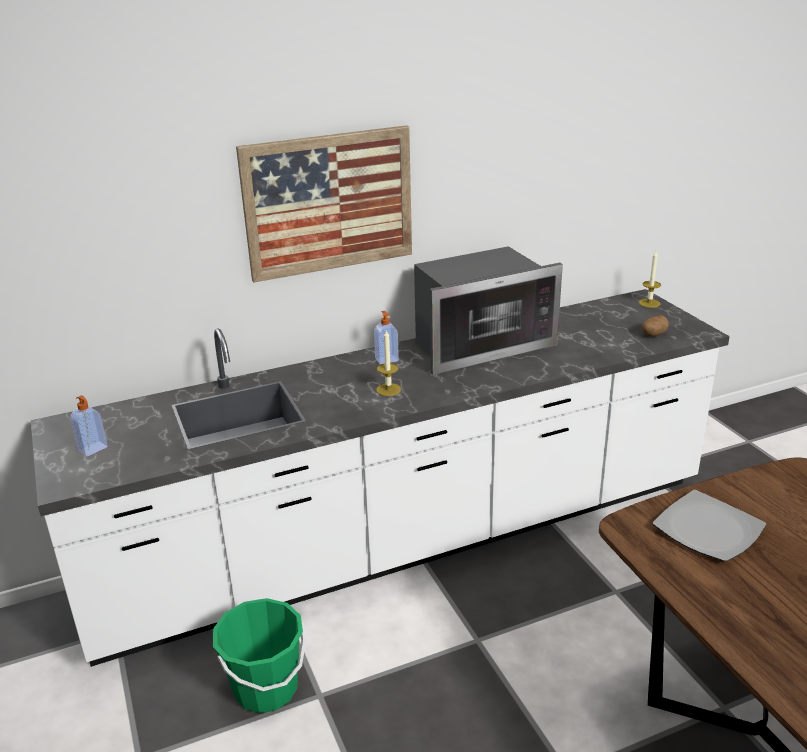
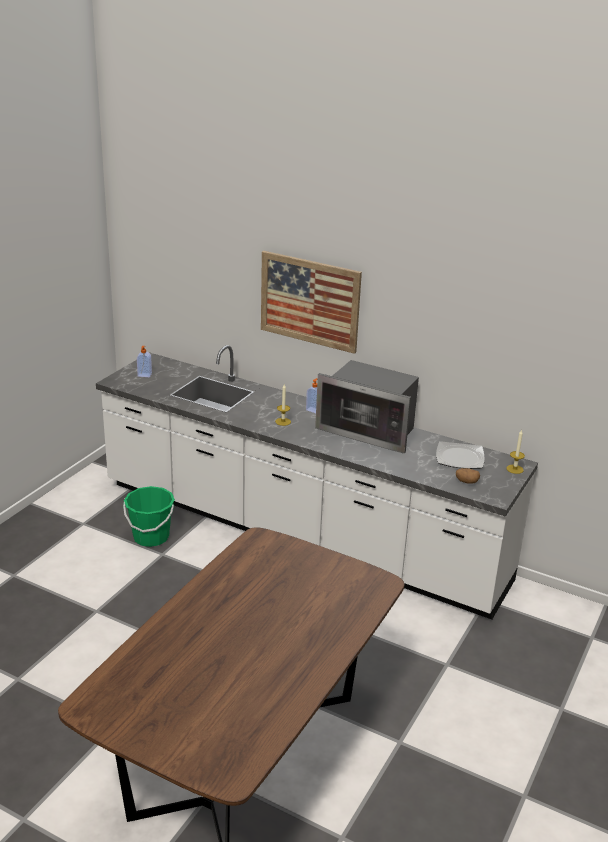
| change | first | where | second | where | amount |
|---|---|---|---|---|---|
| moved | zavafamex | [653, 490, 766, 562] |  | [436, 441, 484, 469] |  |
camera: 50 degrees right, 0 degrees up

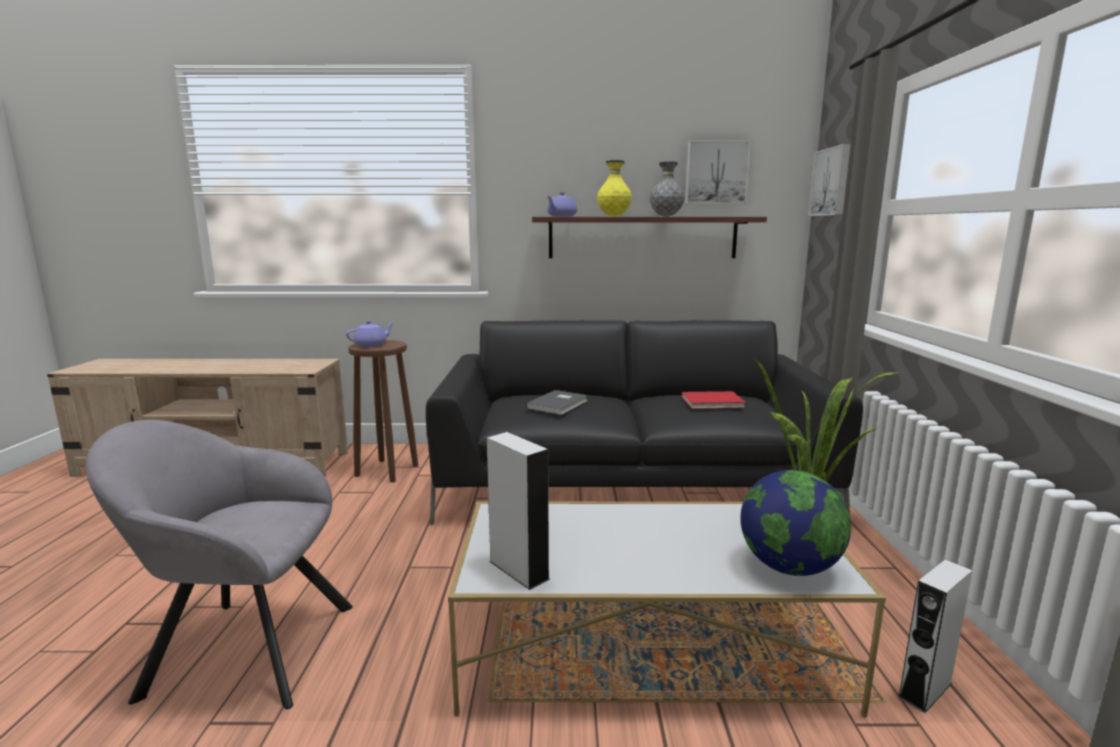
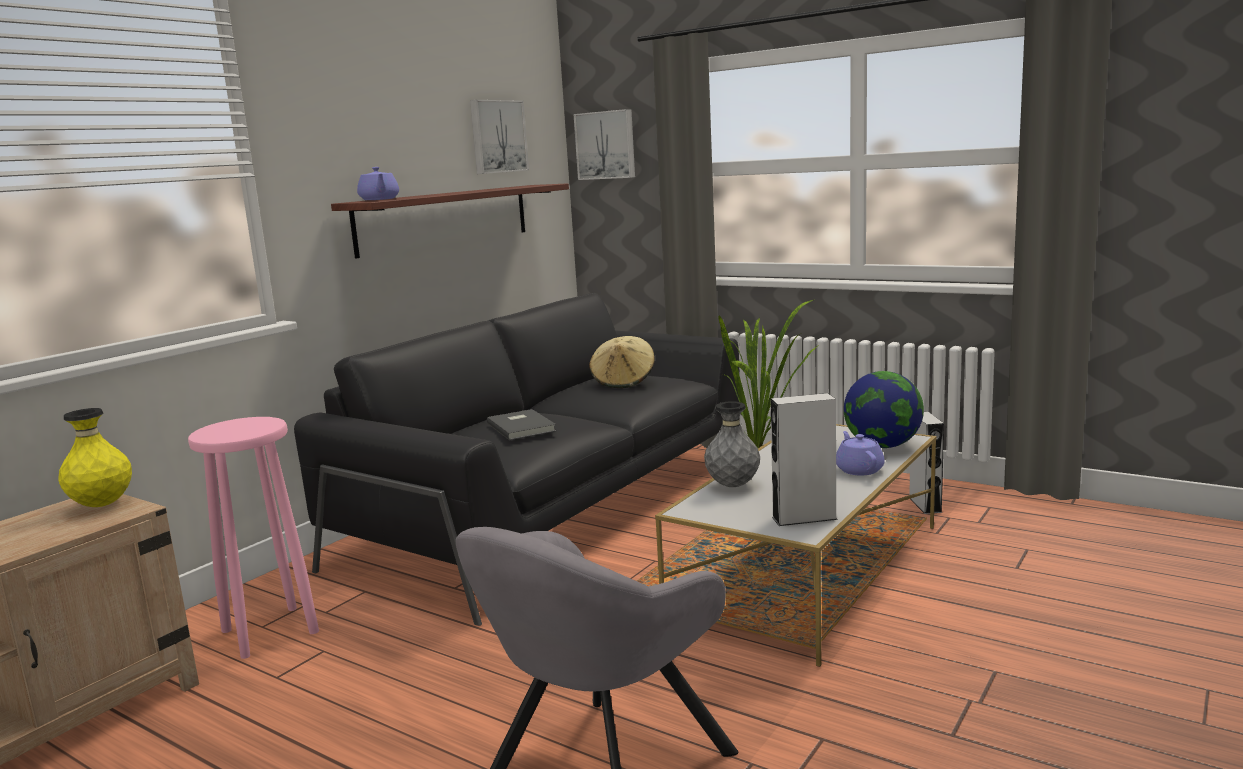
| change | first | where | second | where | amount |
|---|---|---|---|---|---|
| moved | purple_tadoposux | [346, 320, 394, 347] |  | [836, 431, 885, 475] |  |
| recoloured | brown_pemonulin | [348, 340, 418, 482] | pink_pemonulin | [188, 417, 319, 659] |  |
| moved | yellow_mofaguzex | [597, 160, 632, 217] |  | [58, 408, 132, 507] |  |
| moved | grey_mofaguzex | [650, 162, 684, 217] |  | [704, 401, 760, 487] |  |
| replaced | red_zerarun | [681, 391, 746, 409] | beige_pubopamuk | [589, 336, 655, 388] |  |
camera: 55 degrees left, 0 degrees up

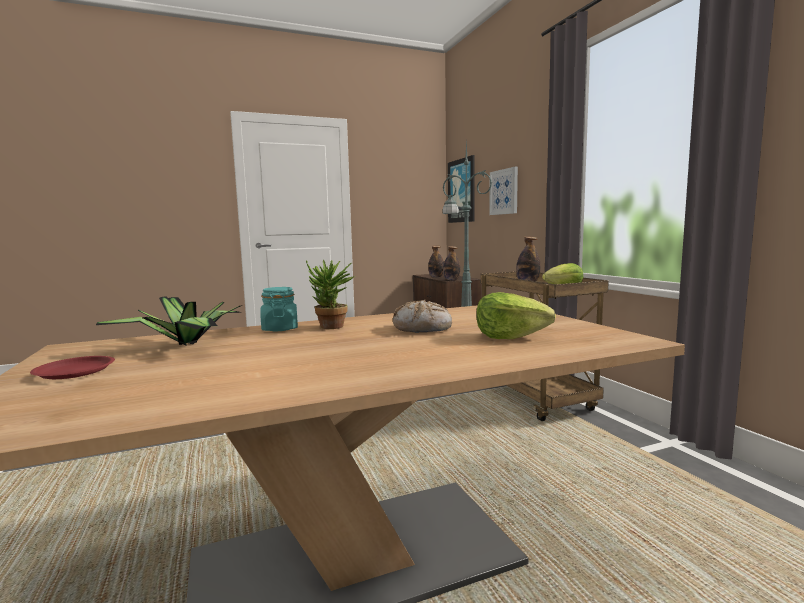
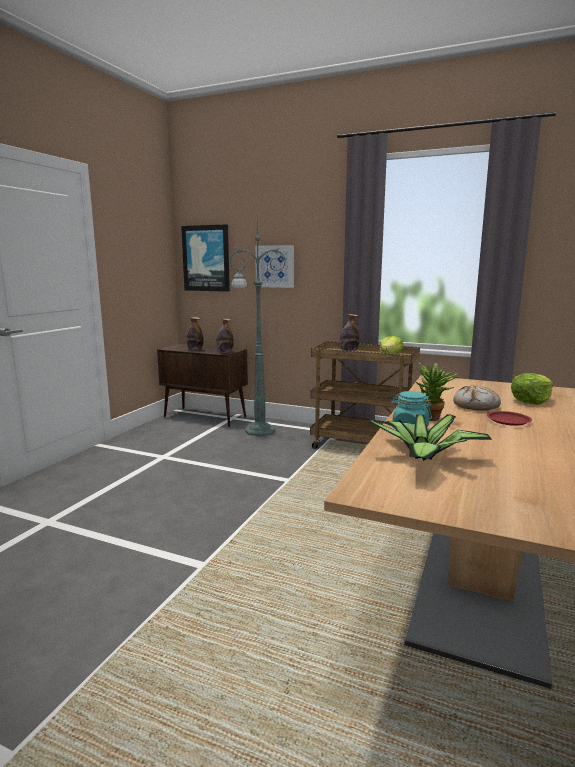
| change | first | where | second | where | amount |
|---|---|---|---|---|---|
| moved | red_zavafamex | [30, 356, 115, 379] |  | [487, 411, 532, 426] |  |
camera: 45 degrees left, 5 degrees up

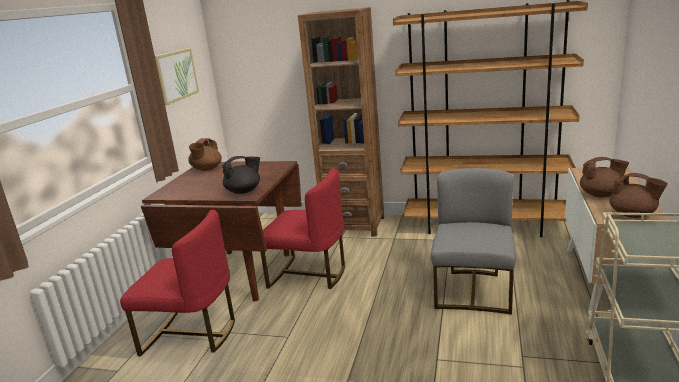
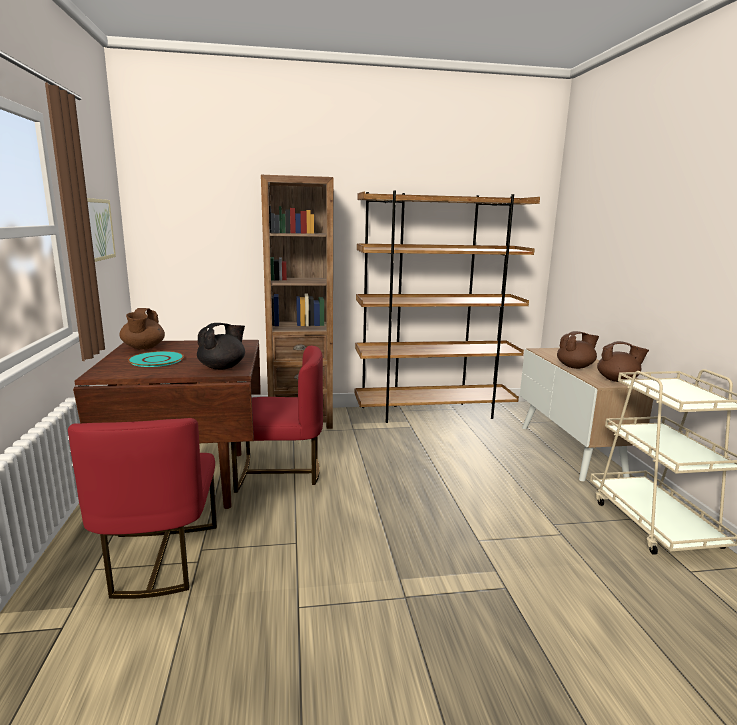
| change | first | where | second | where | amount |
|---|---|---|---|---|---|
| turned | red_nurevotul | [120, 210, 235, 357] |  | [68, 418, 217, 599] | 90 degrees clockwise |
| removed | grey_nurevotul | [431, 168, 516, 315] |  |  |  |
| added |  |  | turquoise_zavafamex | [128, 351, 184, 367] |  |
camera: 25 degrees left, 5 degrees down

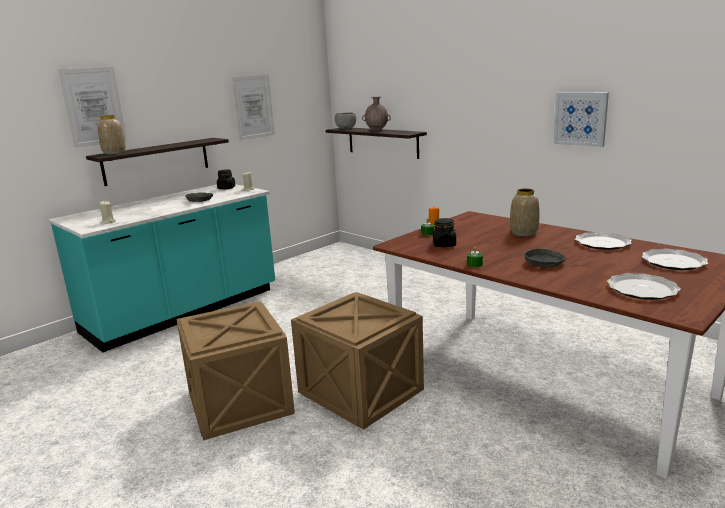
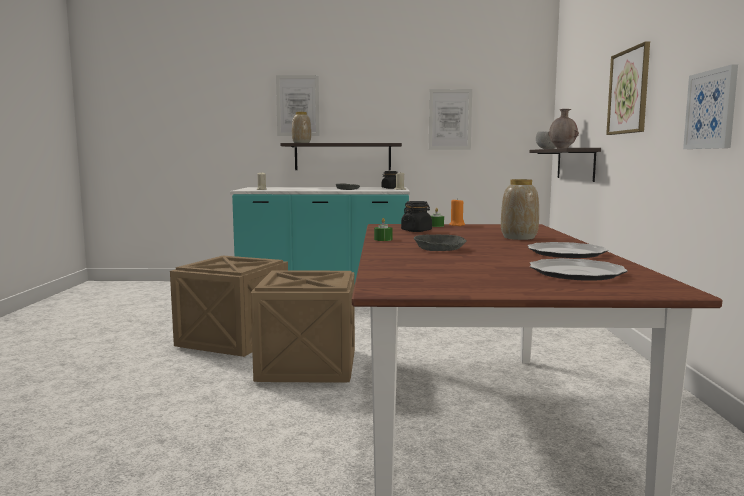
| change | first | where | second | where | amount |
|---|---|---|---|---|---|
| removed | zavafamex | [607, 273, 681, 300] |  |  |  |
| added |  |  | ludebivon | [606, 41, 650, 135] |  |
camera: 45 degrees right, 10 degrees down

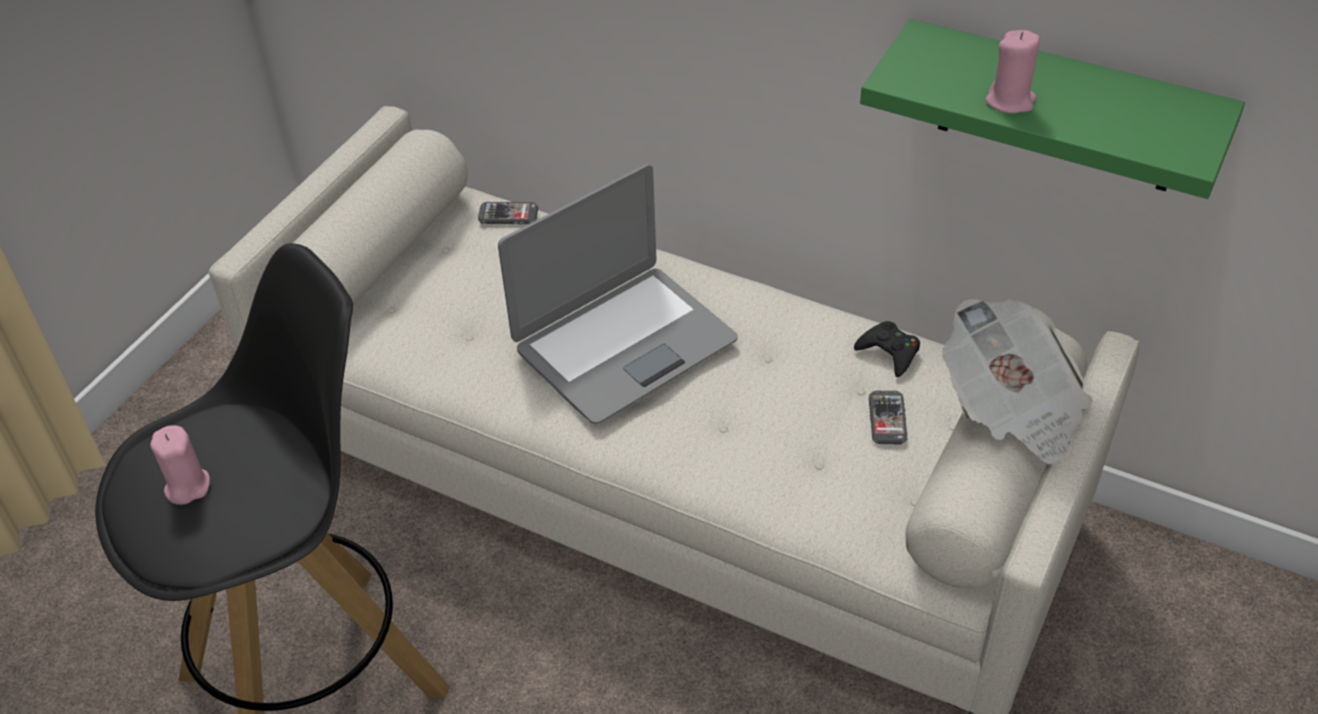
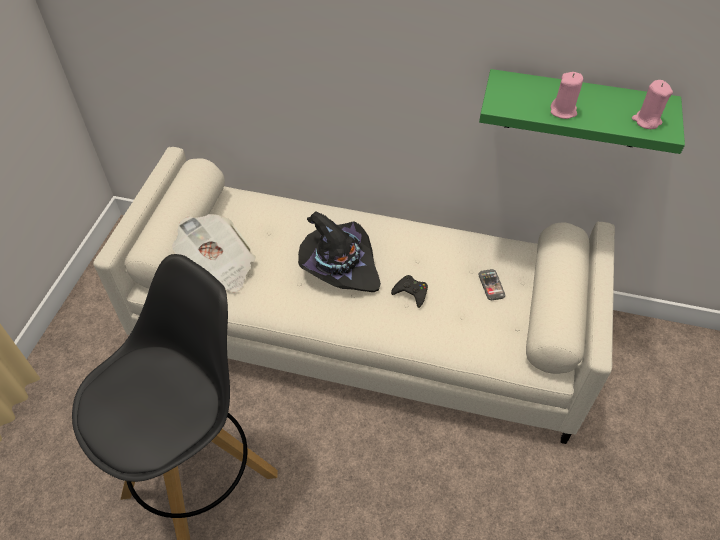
| change | first | where | second | where | amount |
|---|---|---|---|---|---|
| moved | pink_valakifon | [150, 425, 210, 505] |  | [632, 80, 673, 129] |  |
| removed | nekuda | [478, 202, 538, 224] |  |  |  |
| replaced | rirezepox | [498, 164, 738, 424] | black_pubopamuk | [298, 211, 381, 292] |  |
| moved | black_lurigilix | [854, 321, 920, 377] |  | [391, 275, 428, 308] |  |
| moved | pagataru | [942, 298, 1093, 465] |  | [172, 214, 256, 292] |  |
camera: 15 degrees left, 5 degrees up

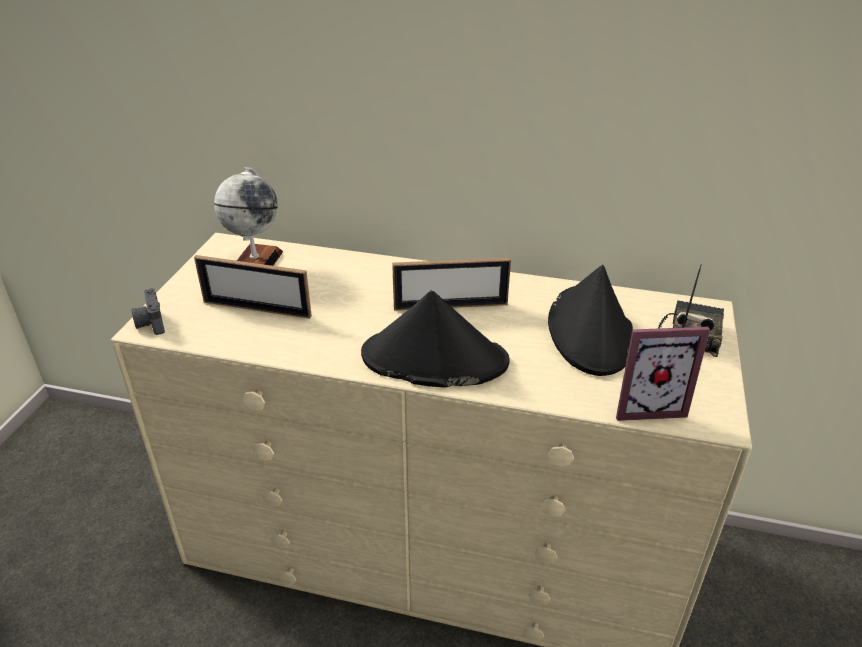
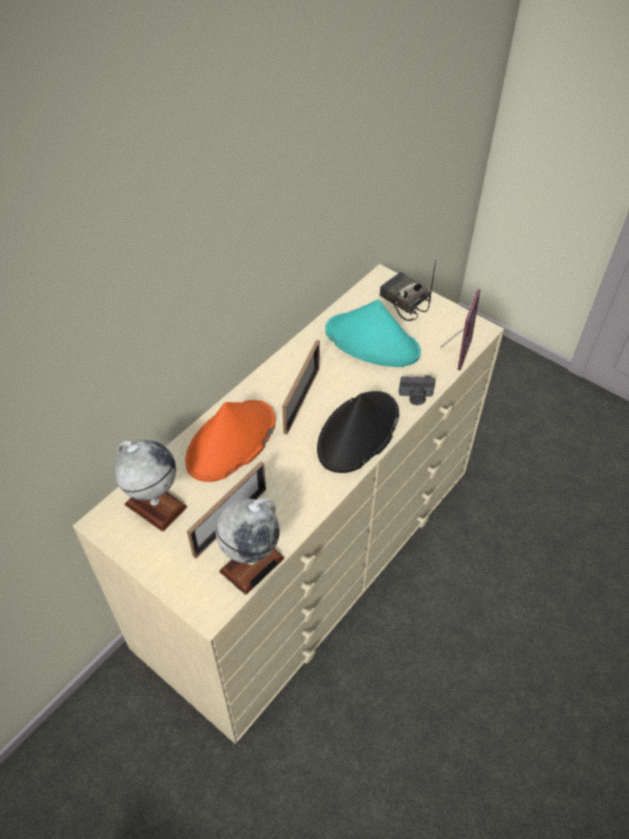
| change | first | where | second | where | amount |
|---|---|---|---|---|---|
| moved | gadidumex | [131, 288, 165, 335] |  | [399, 375, 435, 405] |  |
| recoloured | black_pubopamuk | [548, 265, 633, 376] | turquoise_pubopamuk | [325, 299, 421, 367] |  |
| added |  |  | orange_pubopamuk | [185, 400, 275, 482] |  |
| added |  |  | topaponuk | [215, 498, 285, 595] |  |
camera: 65 degrees left, 15 degrees up

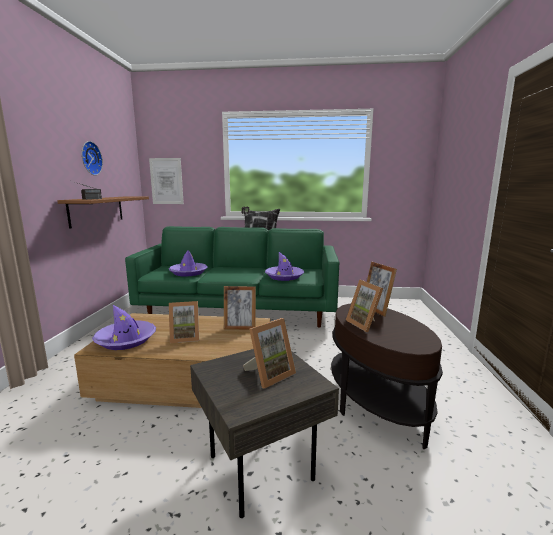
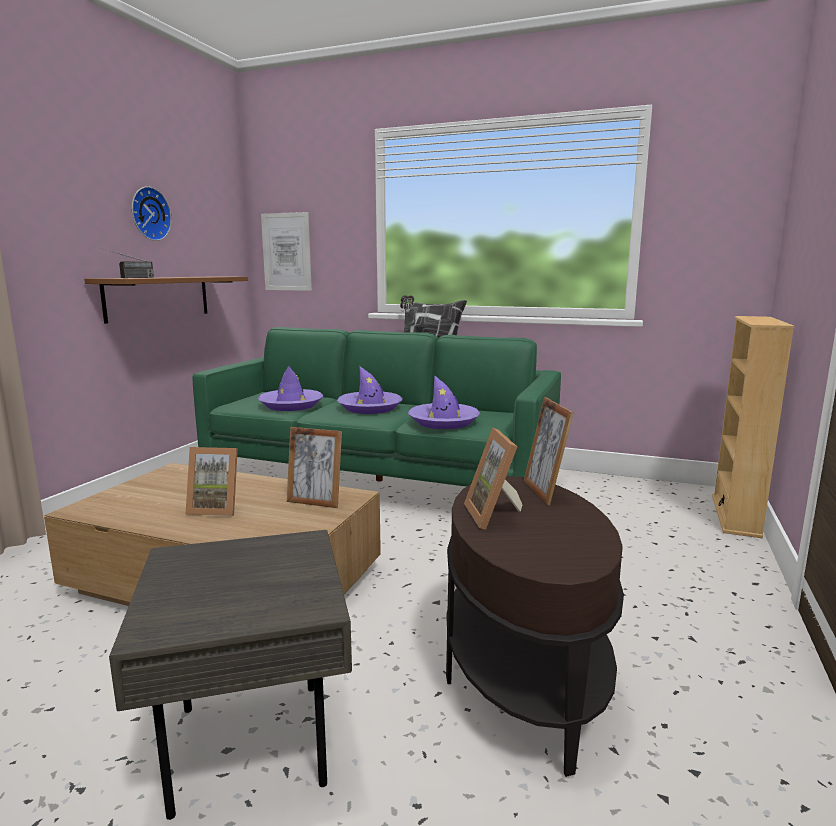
| change | first | where | second | where | amount |
|---|---|---|---|---|---|
| moved | purple_pubopamuk | [92, 305, 156, 350] |  | [337, 366, 403, 414] |  |
| removed | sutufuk | [243, 318, 296, 389] |  |  |  |
| added |  |  | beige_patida | [712, 316, 794, 538] |  |
camera: 15 degrees right, 0 degrees up

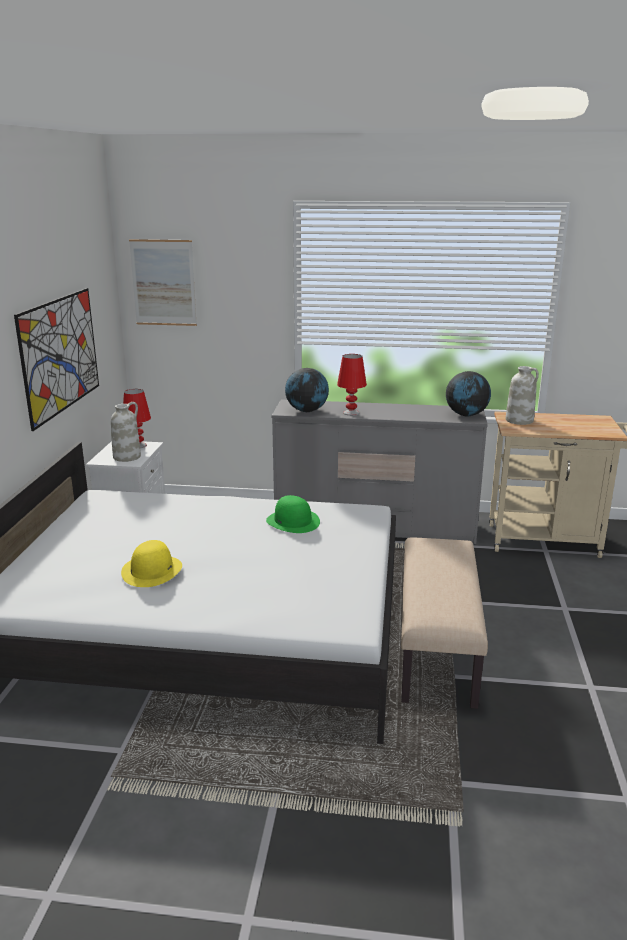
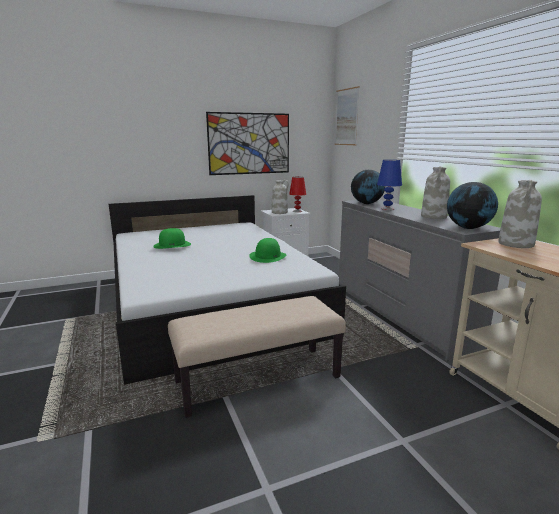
| change | first | where | second | where | amount |
|---|---|---|---|---|---|
| recoloured | yellow_pubopamuk | [121, 540, 182, 587] | green_pubopamuk | [153, 228, 191, 249] |  |
| recoloured | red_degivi | [337, 354, 367, 416] | blue_degivi | [377, 160, 402, 211] |  |
| added |  |  | white_mofaguzex | [421, 166, 450, 219] |  |
camera: 60 degrees right, 5 degrees down

